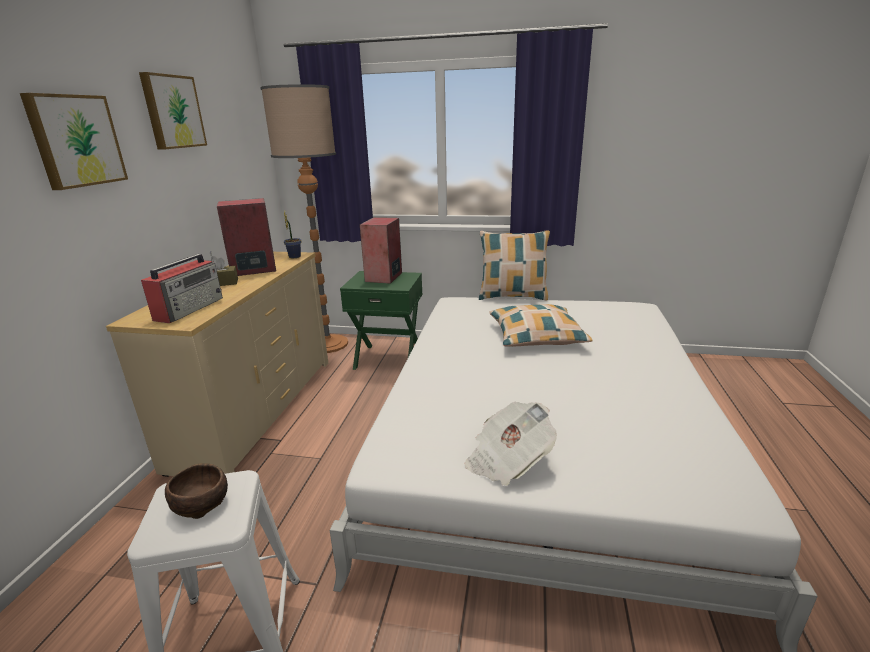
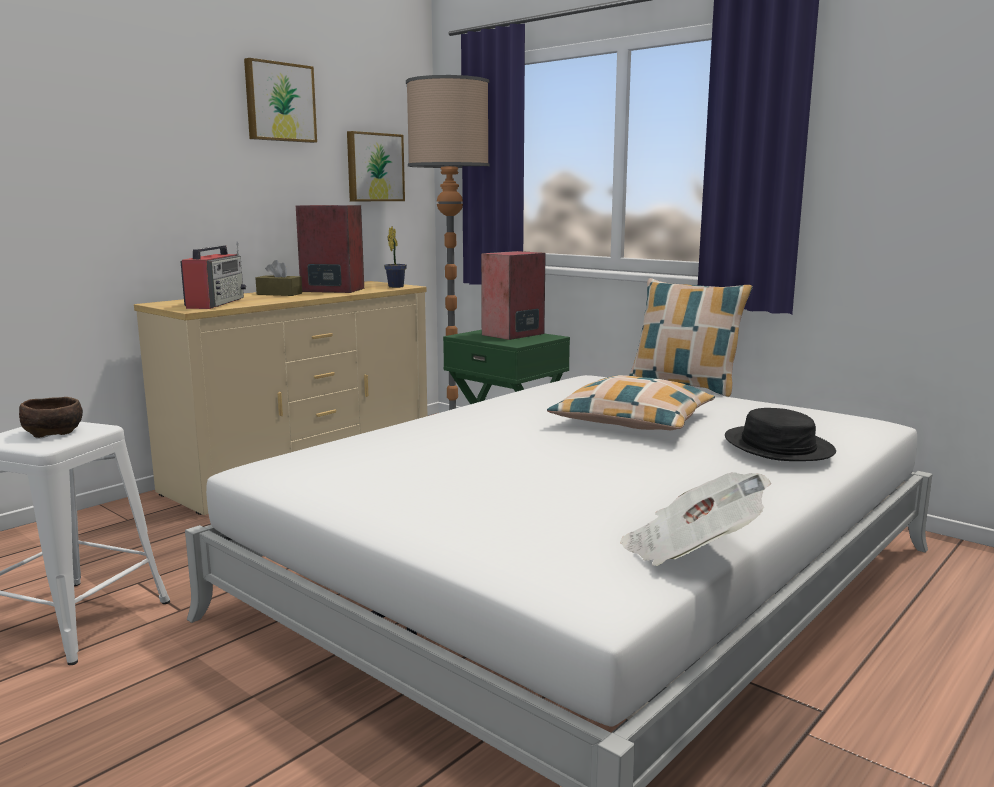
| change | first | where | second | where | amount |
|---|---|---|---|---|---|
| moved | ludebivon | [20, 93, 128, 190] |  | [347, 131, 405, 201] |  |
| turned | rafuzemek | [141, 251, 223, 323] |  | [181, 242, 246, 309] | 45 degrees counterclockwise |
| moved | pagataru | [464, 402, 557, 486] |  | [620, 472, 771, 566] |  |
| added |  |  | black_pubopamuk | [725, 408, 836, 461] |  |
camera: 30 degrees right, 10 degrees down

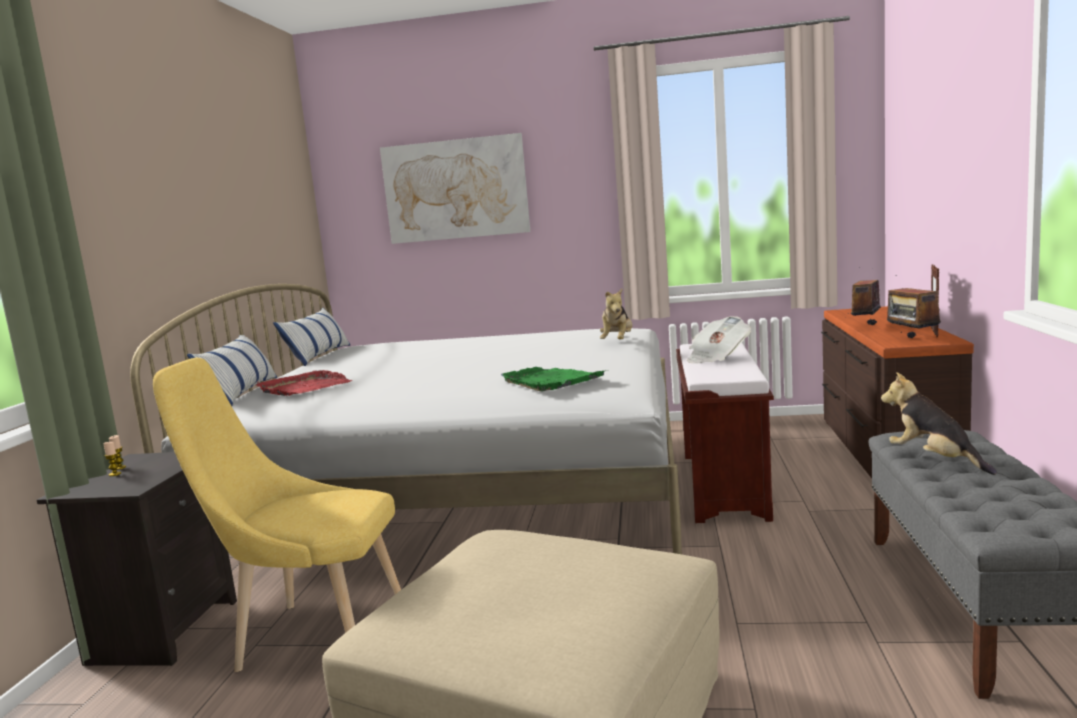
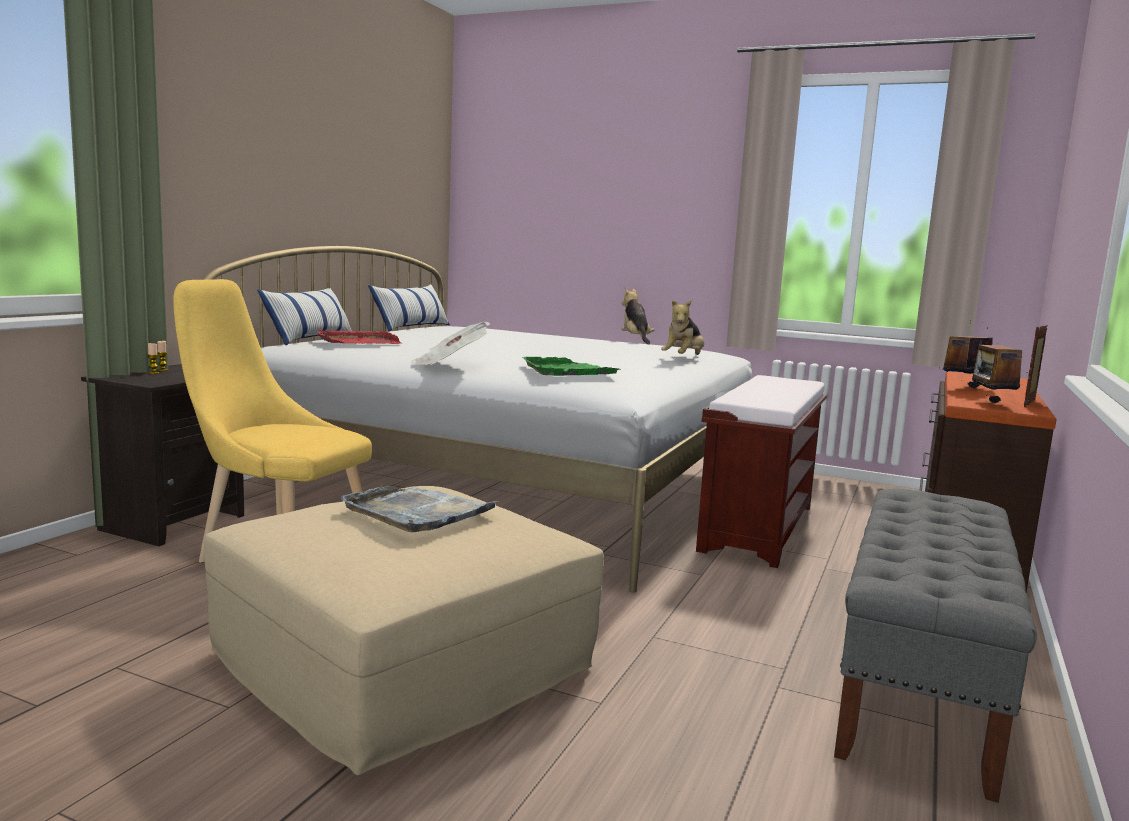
| change | first | where | second | where | amount |
|---|---|---|---|---|---|
| removed | ludebivon | [380, 133, 530, 244] |  |  |  |
| moved | pagataru | [687, 316, 751, 364] |  | [411, 322, 490, 365] |  |
| moved | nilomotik | [881, 372, 997, 475] |  | [622, 288, 654, 344] |  |
| added |  |  | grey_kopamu | [341, 486, 501, 532] |  |
camera: 15 degrees right, 0 degrees up

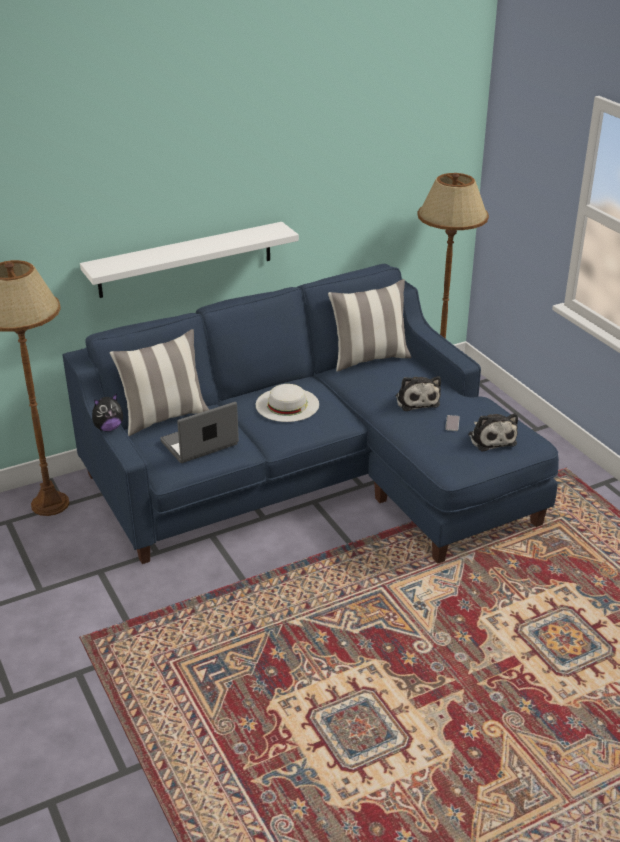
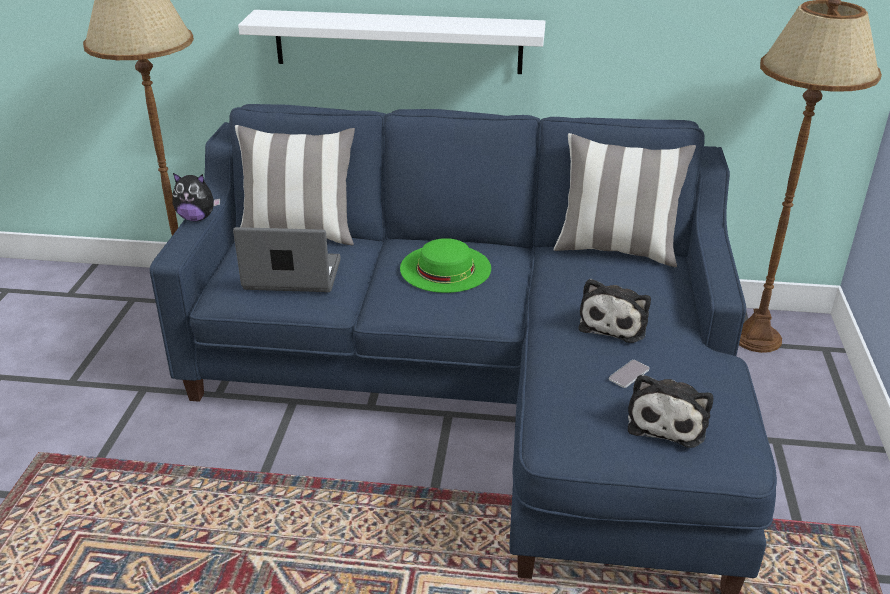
| change | first | where | second | where | amount |
|---|---|---|---|---|---|
| recoloured | white_pubopamuk | [256, 384, 319, 422] | green_pubopamuk | [400, 238, 491, 293] |  |
camera: 35 degrees right, 0 degrees up

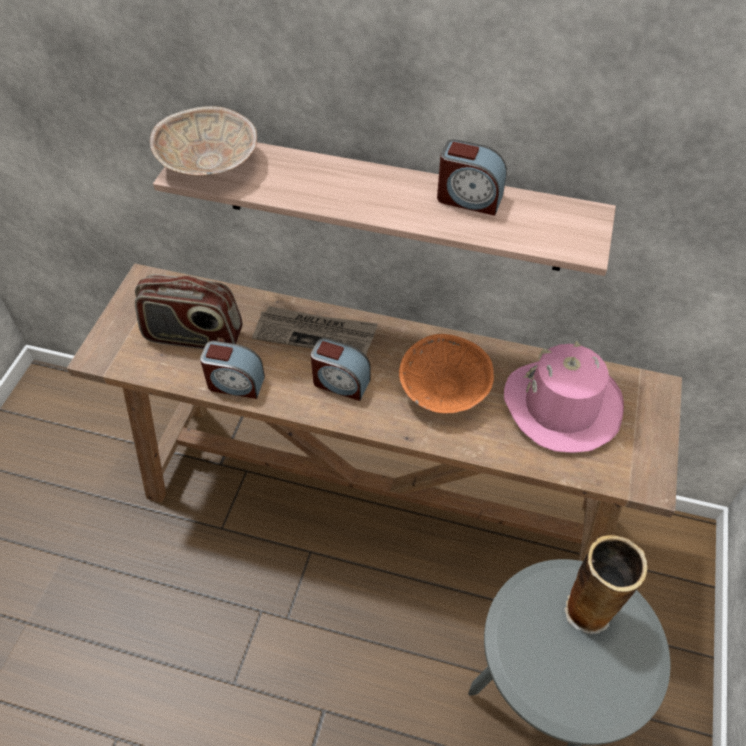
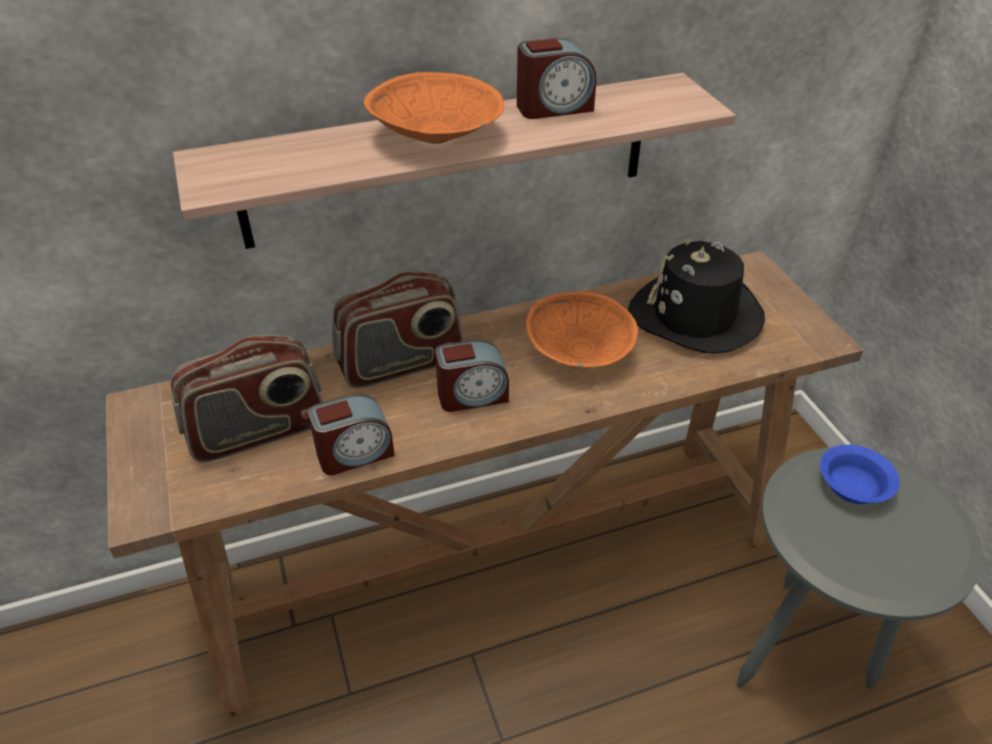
| change | first | where | second | where | amount |
|---|---|---|---|---|---|
| removed | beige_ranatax | [150, 106, 257, 176] |  |  |  |
| replaced | pagataru | [252, 306, 378, 355] | rafuzemek | [332, 271, 463, 388] |  |
| recoloured | pink_pubopamuk | [504, 341, 624, 453] | black_pubopamuk | [628, 239, 765, 354] |  |
| replaced | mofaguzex | [565, 535, 648, 634] | blue_ranatax | [820, 444, 900, 504] |  |
| added |  |  | orange_ranatax | [364, 72, 504, 144] |  |
camera: 35 degrees left, 10 degrees down

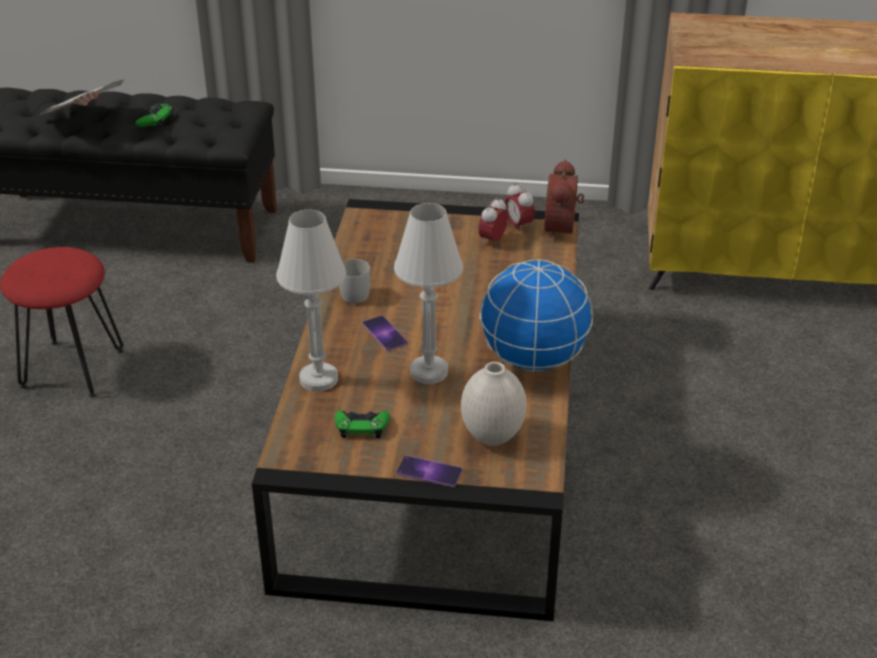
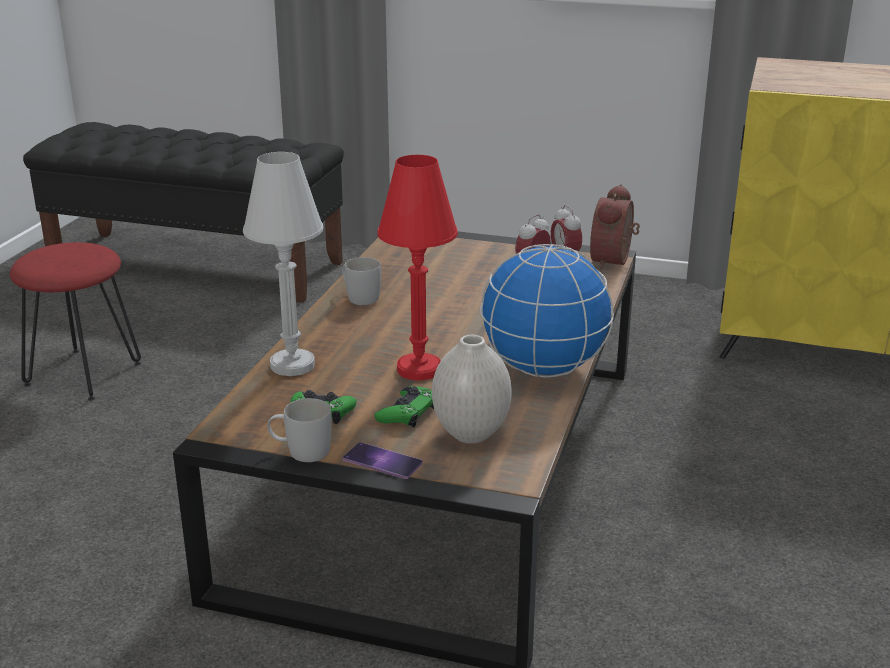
| change | first | where | second | where | amount |
|---|---|---|---|---|---|
| removed | pagataru | [41, 80, 124, 115] |  |  |  |
| moved | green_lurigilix | [135, 103, 173, 128] |  | [374, 386, 434, 427] |  |
| removed | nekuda | [362, 315, 408, 351] |  |  |  |
| recoloured | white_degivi | [394, 203, 463, 384] | red_degivi | [378, 155, 458, 381] |  |
| added |  |  | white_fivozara | [268, 398, 332, 462] |  |
camera: 10 degrees right, 10 degrees down

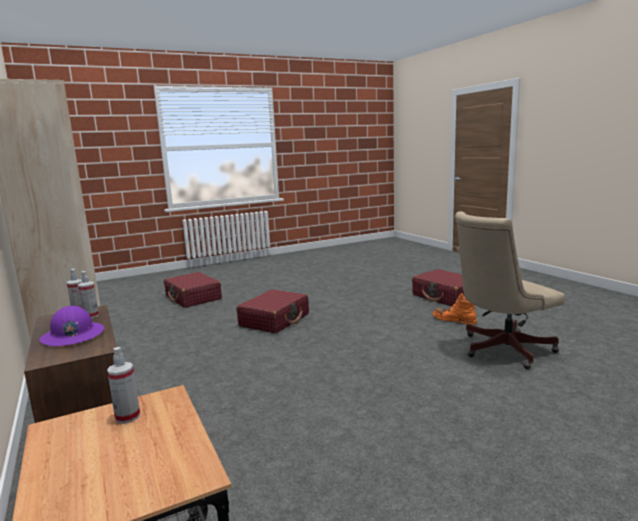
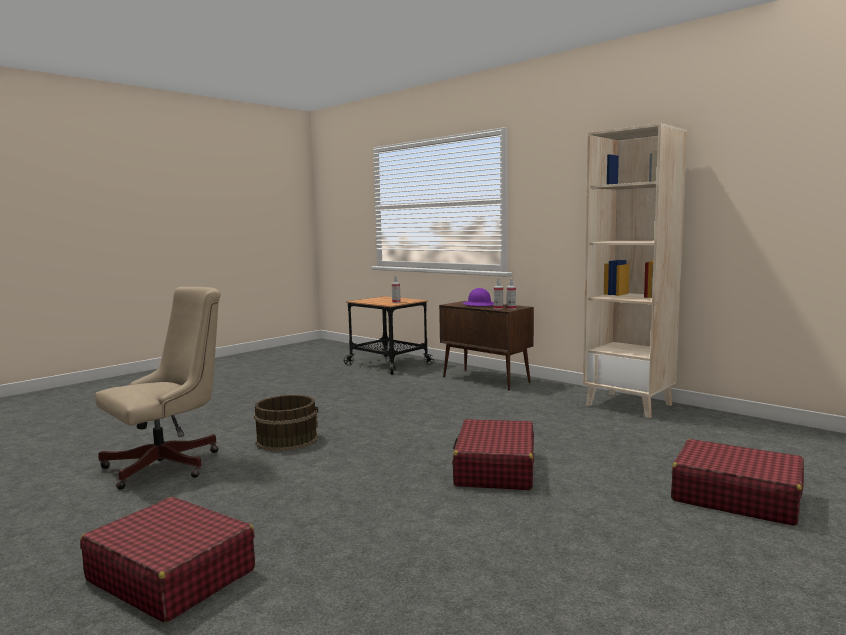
| change | first | where | second | where | amount |
|---|---|---|---|---|---|
| removed | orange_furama | [432, 293, 477, 325] |  |  |  |
| added |  |  | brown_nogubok | [254, 395, 318, 452] |  |
camera: 160 degrees right, 5 degrees down

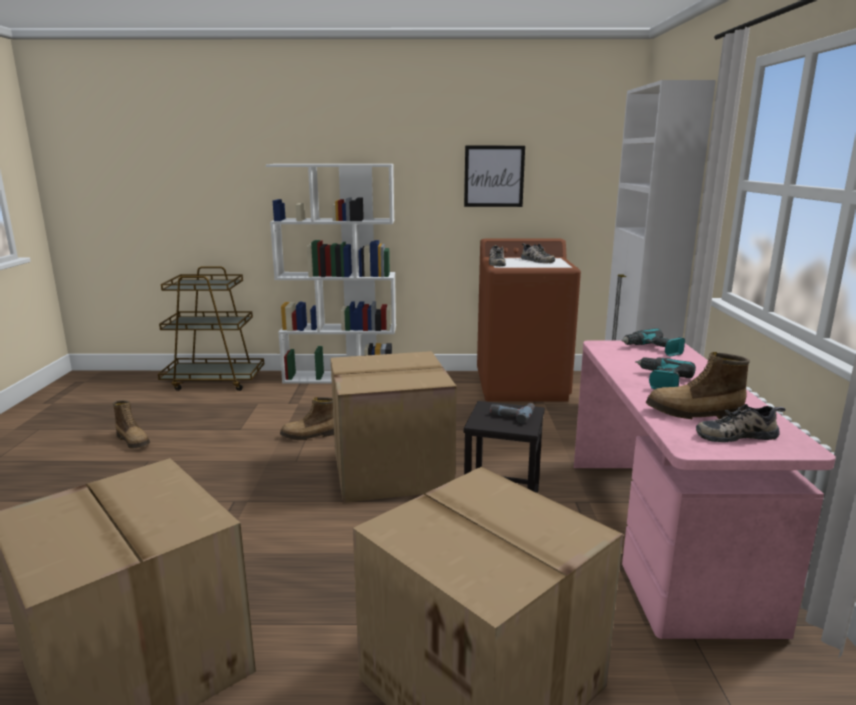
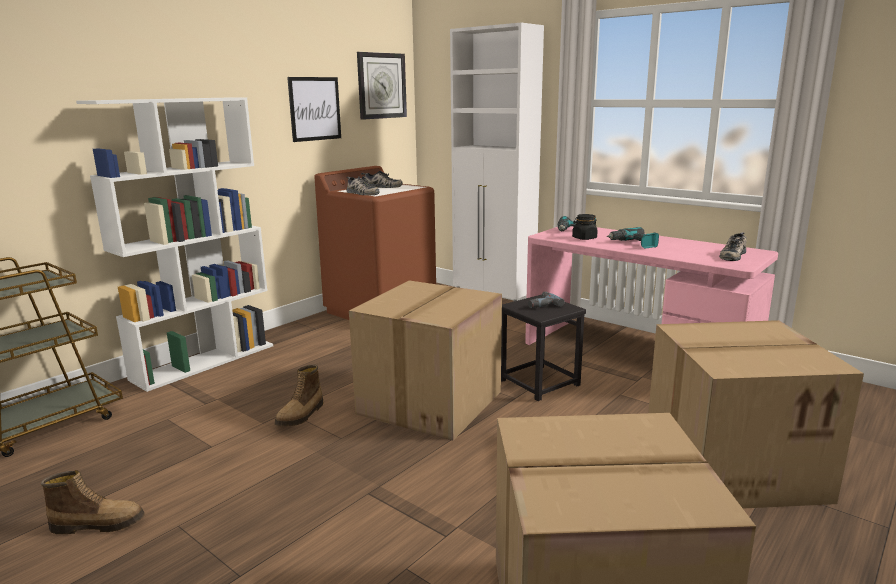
| change | first | where | second | where | amount |
|---|---|---|---|---|---|
| removed | furama | [646, 352, 750, 419] |  |  |  |
| added |  |  | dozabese | [357, 52, 407, 120] |  |
| added |  |  | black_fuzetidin | [572, 214, 598, 240] |  |
camera: 50 degrees left, 0 degrees up

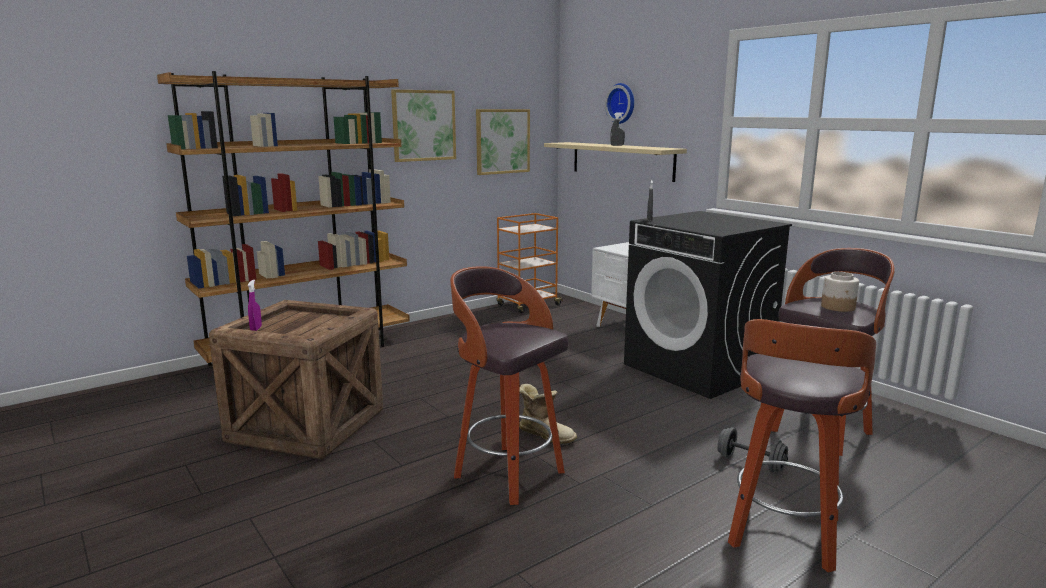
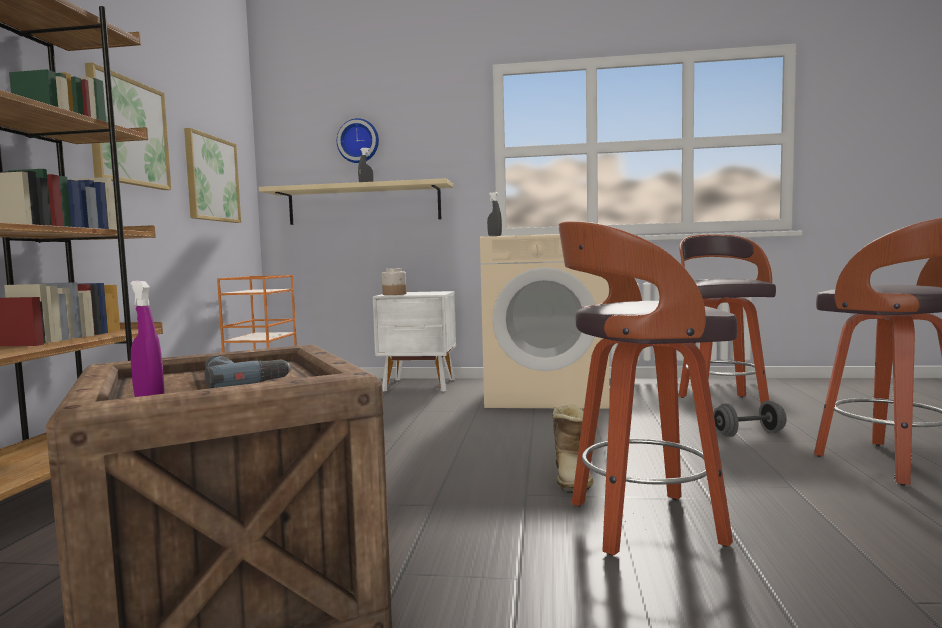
| change | first | where | second | where | amount |
|---|---|---|---|---|---|
| turned | furama | [519, 384, 577, 446] |  | [552, 405, 593, 493] | 105 degrees clockwise |
| recoloured | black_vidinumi | [624, 211, 792, 399] | beige_vidinumi | [480, 234, 609, 409] |  |
| moved | fuzetidin | [821, 272, 859, 312] |  | [382, 268, 406, 295] |  |
| added |  |  | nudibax | [205, 355, 292, 389] |  |
camera: 45 degrees left, 10 degrees down

